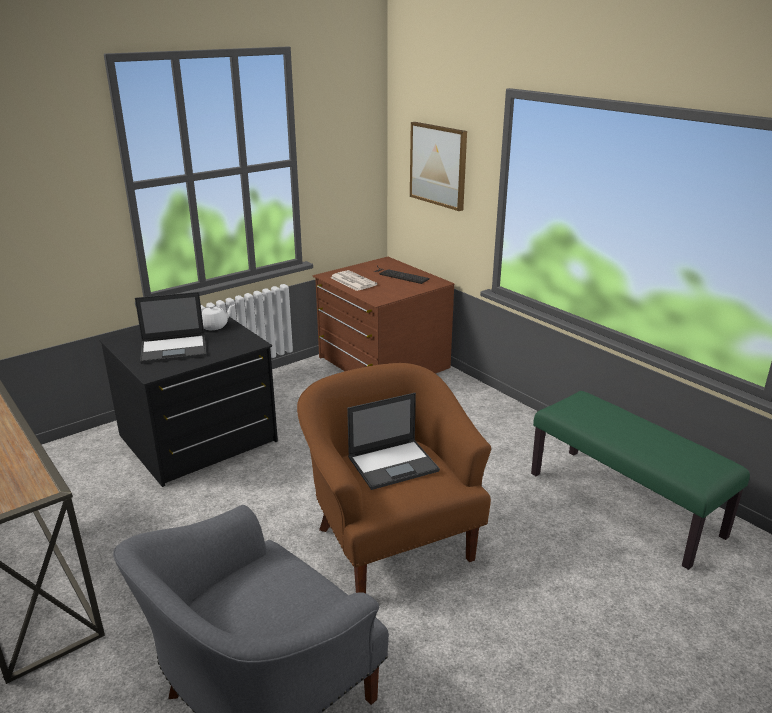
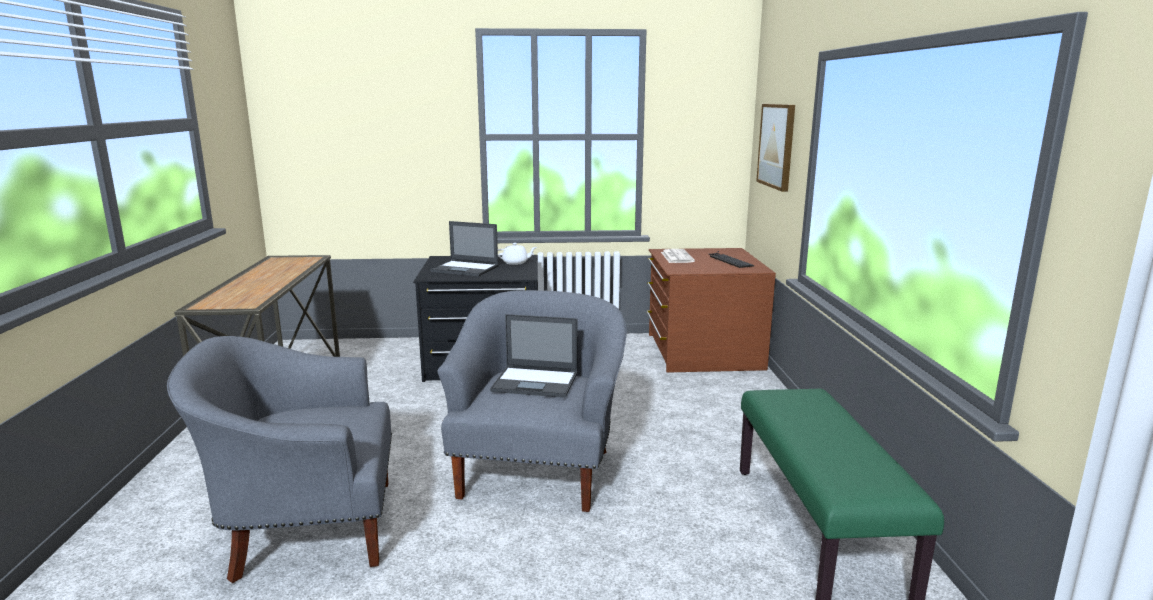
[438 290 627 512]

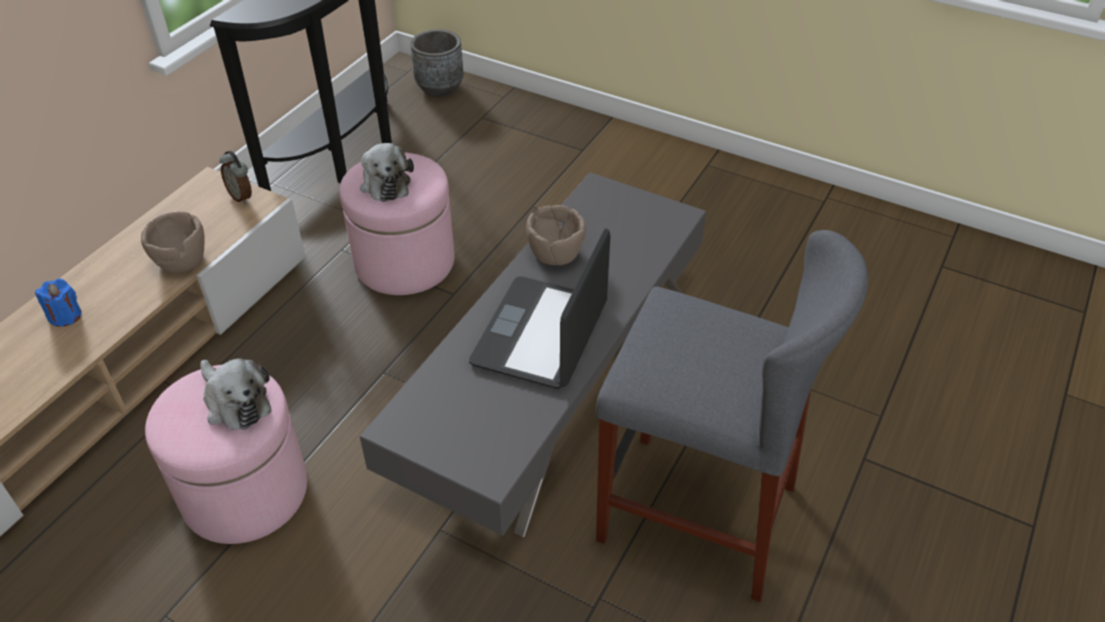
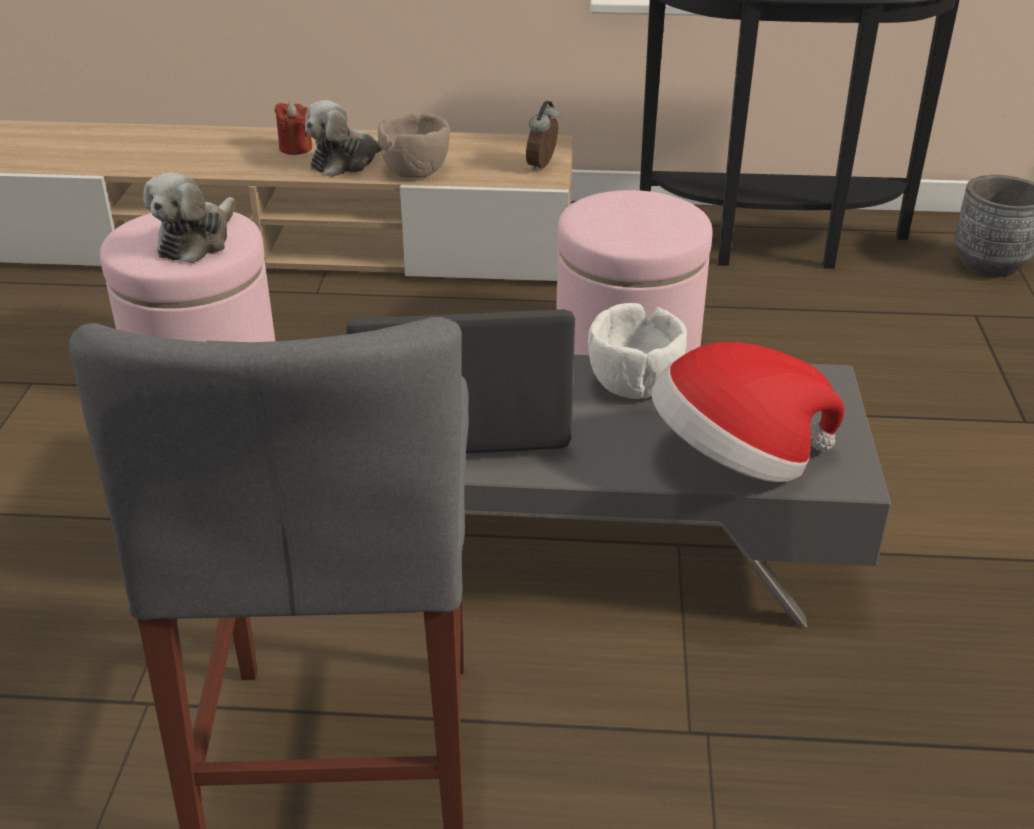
[274 102 312 155]
[305 100 382 177]
[588 303 687 399]
[652 342 844 482]

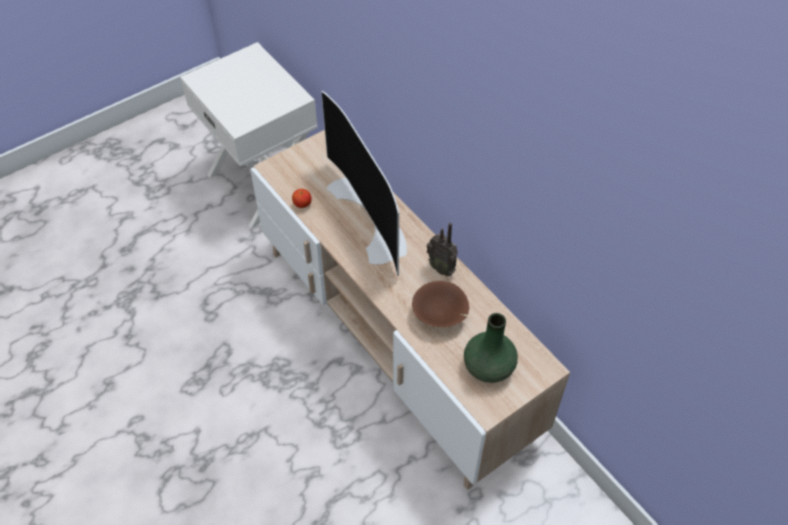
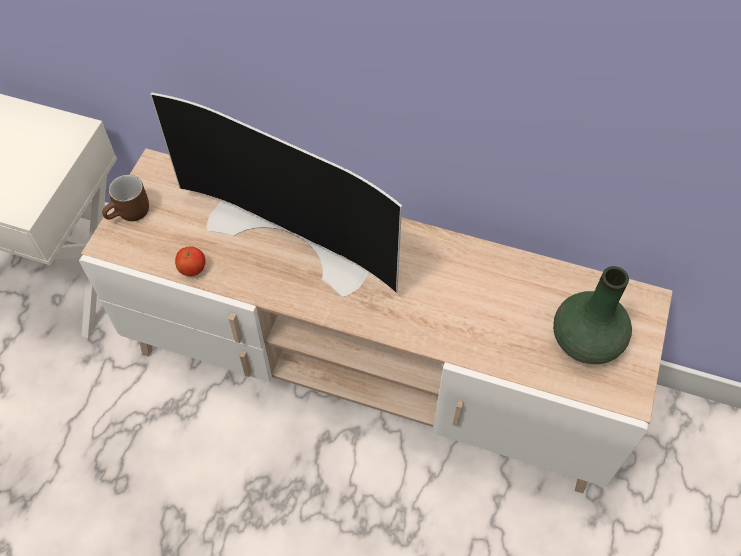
[412 281 470 327] (first image)
[427 223 458 276] (first image)
[102 175 149 221]

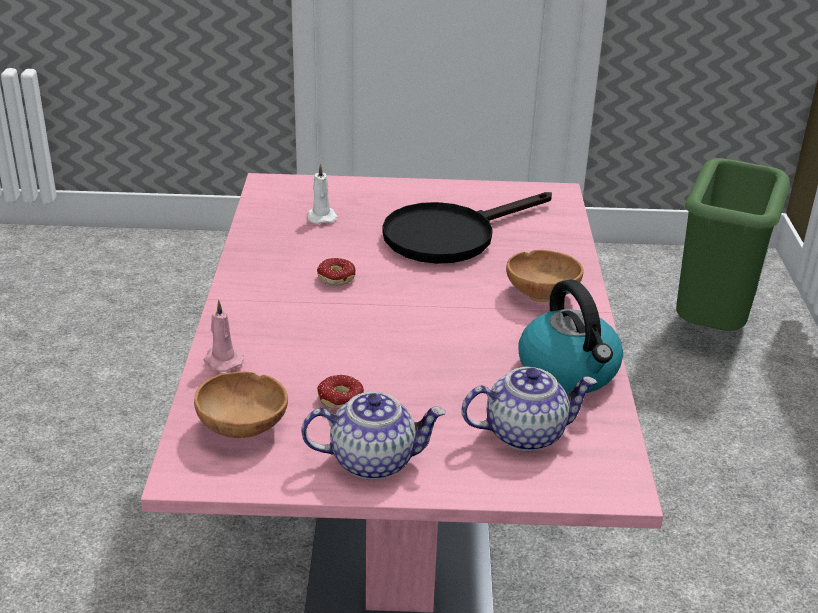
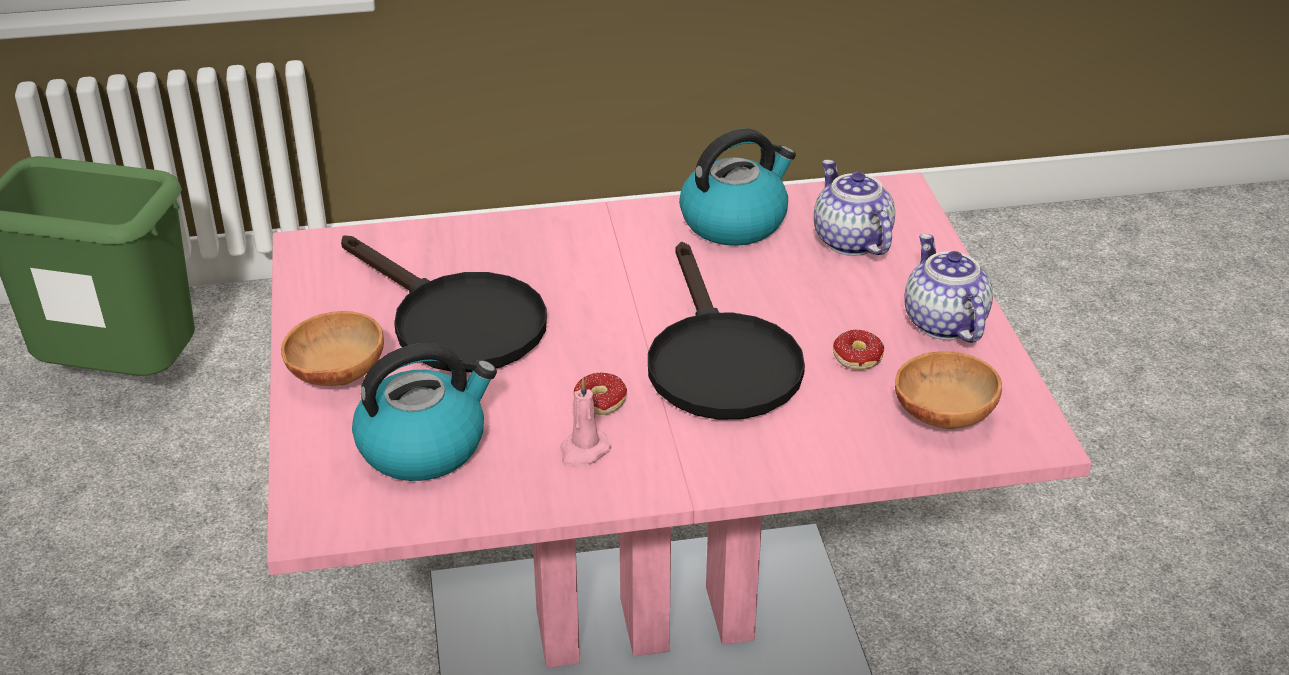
[560 378 612 468]
[352 343 497 481]
[281 311 384 386]
[648 242 805 420]

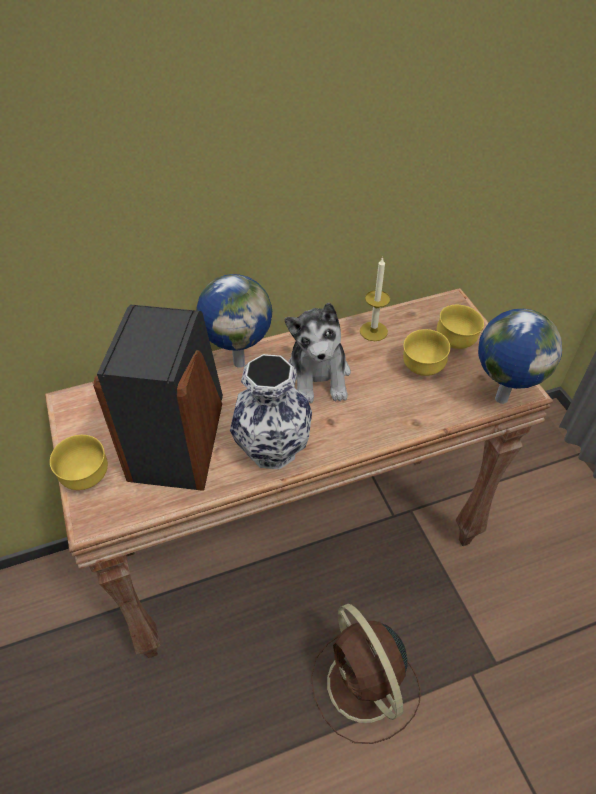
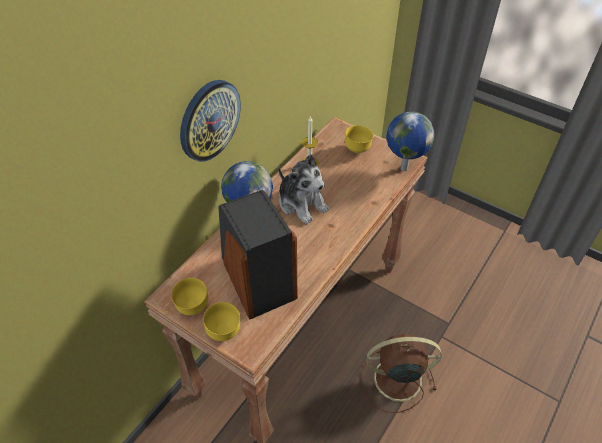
[230 354 312 469] (first image)
[362 334 442 413]
[171 278 208 315]
[180 80 241 162]

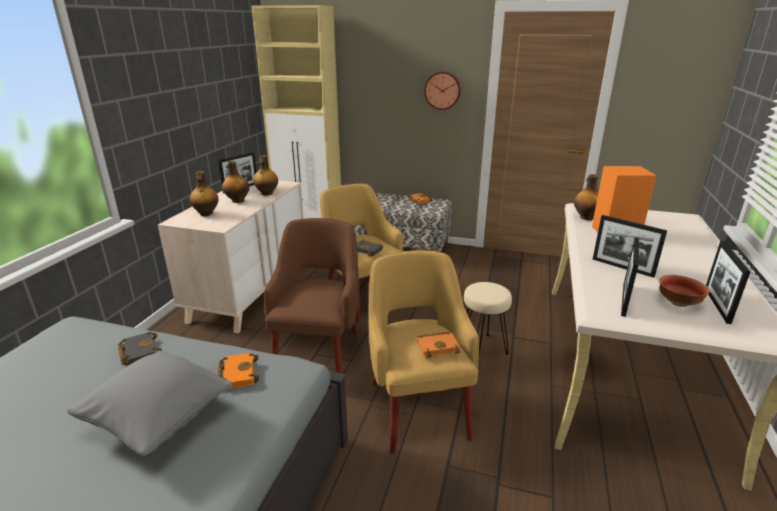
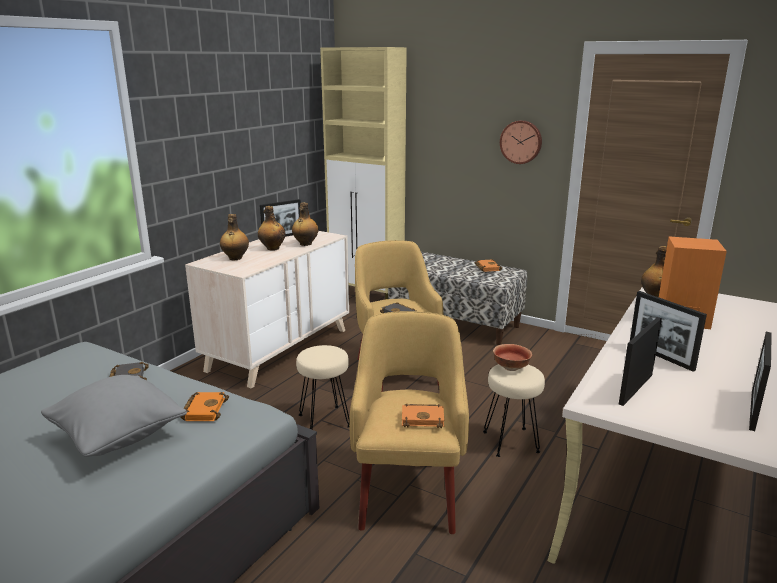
[296 345 350 430]
[493 344 532 371]

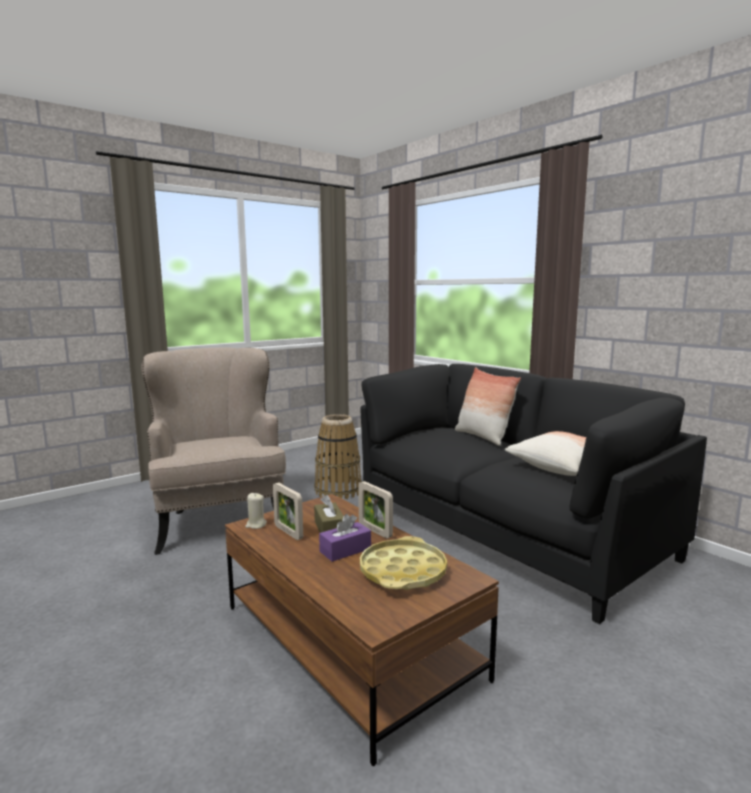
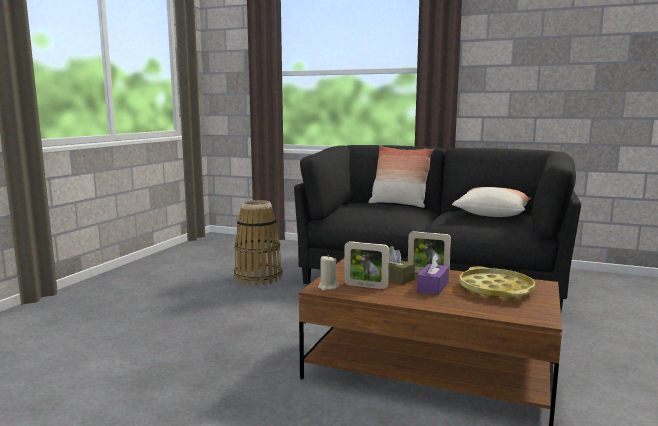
[142 348 286 555] (first image)

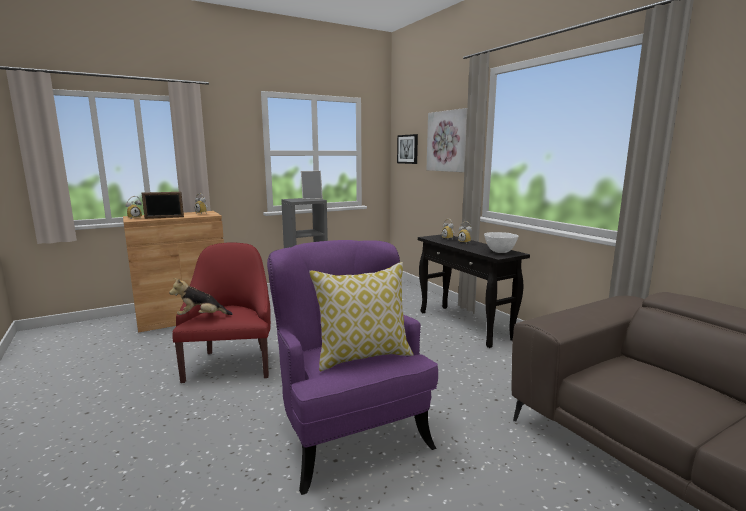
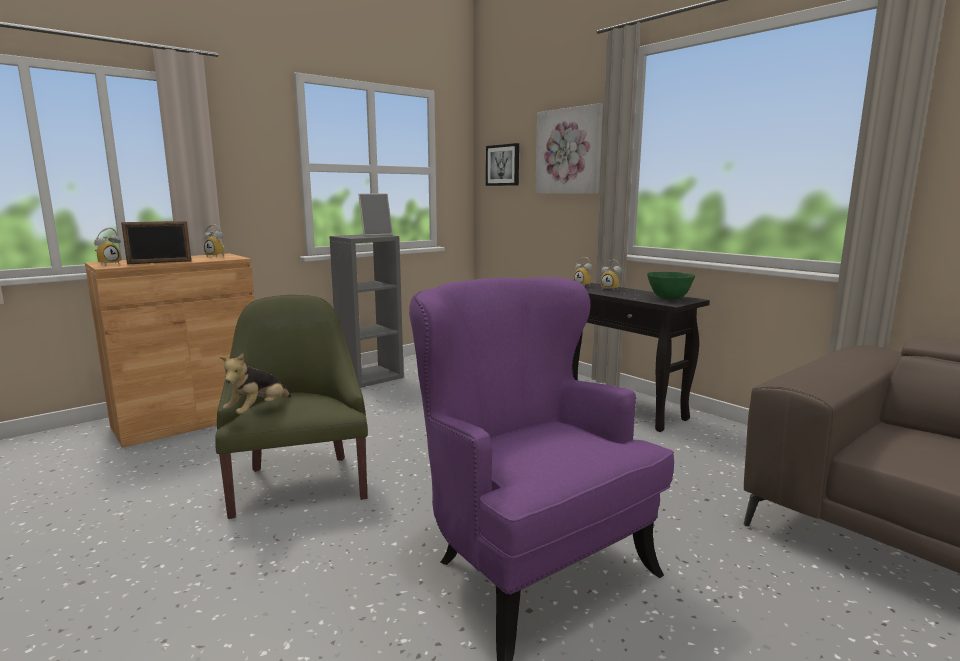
[220 354 291 414]
[215 295 368 519]
[309 262 414 371] (first image)
[647 272 695 300]

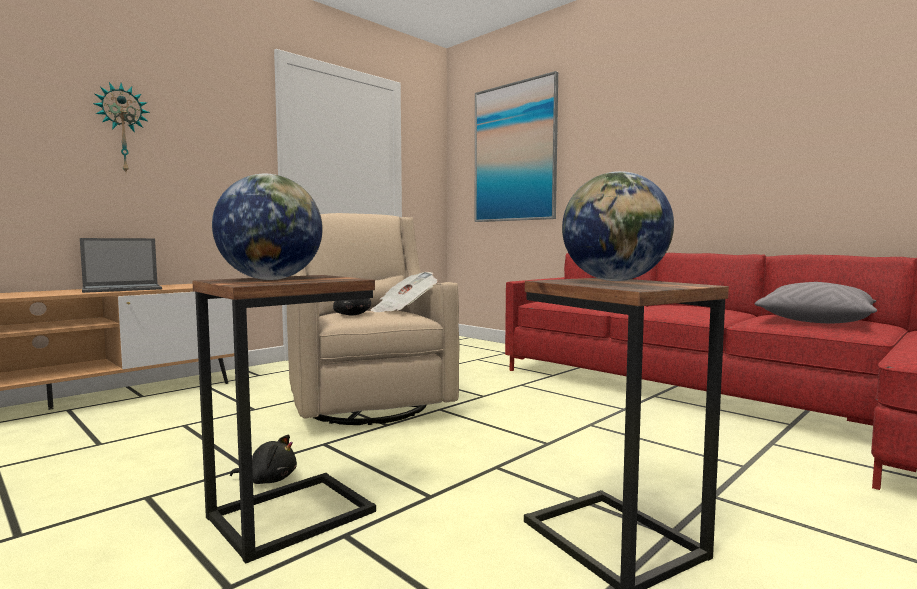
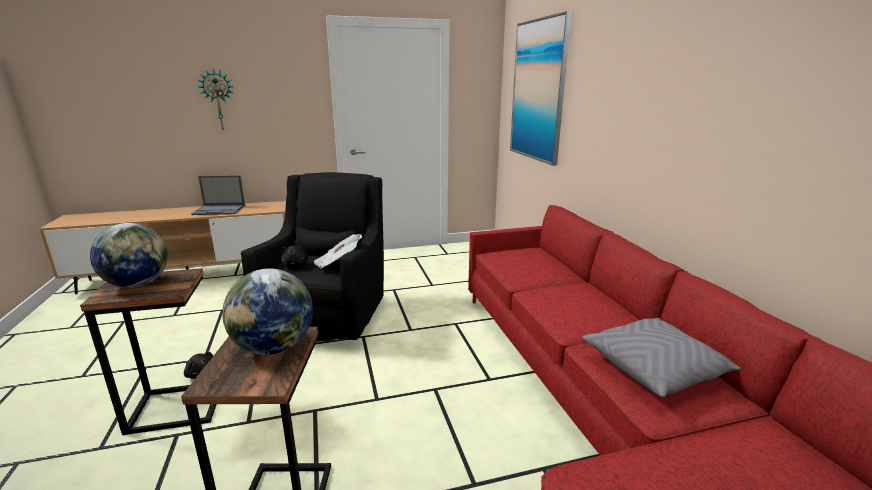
[241 172 384 342]

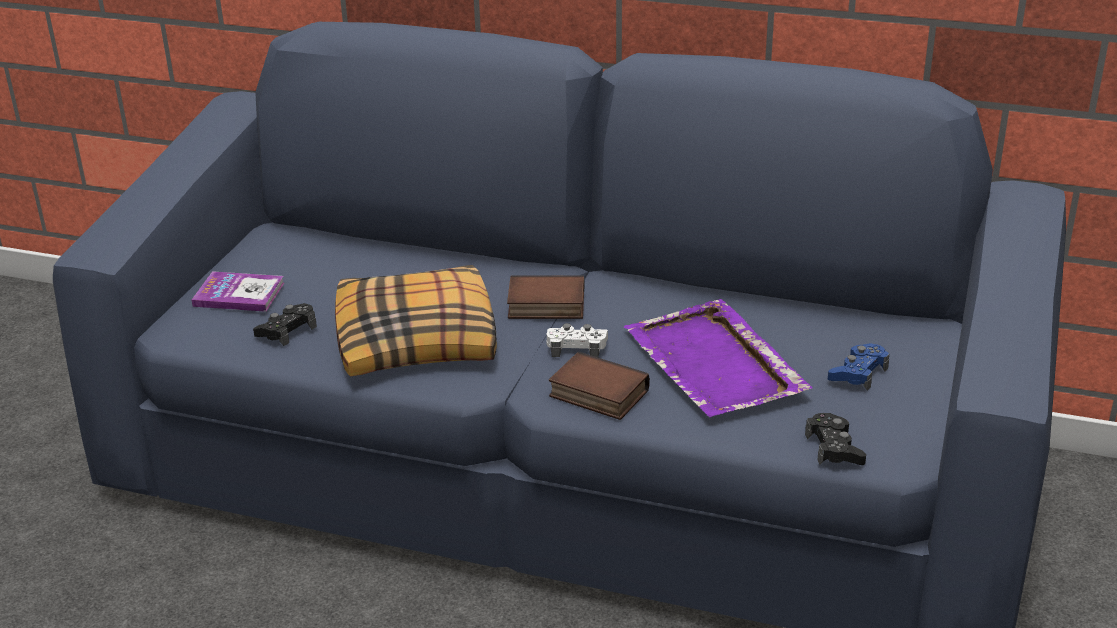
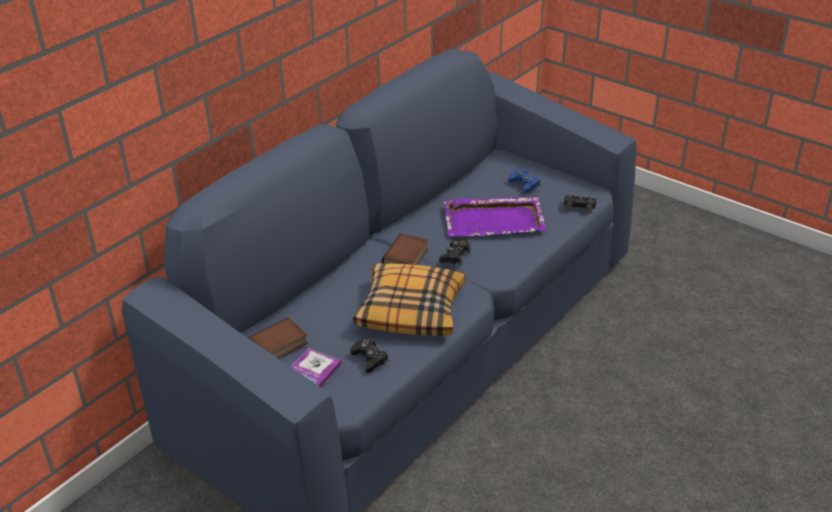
[439 239 471 266]
[247 317 308 359]

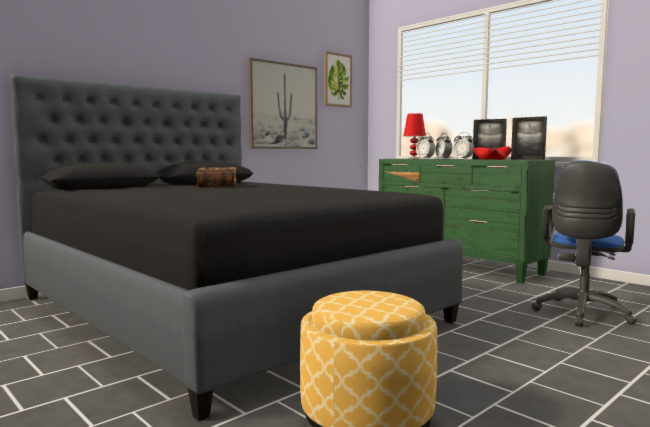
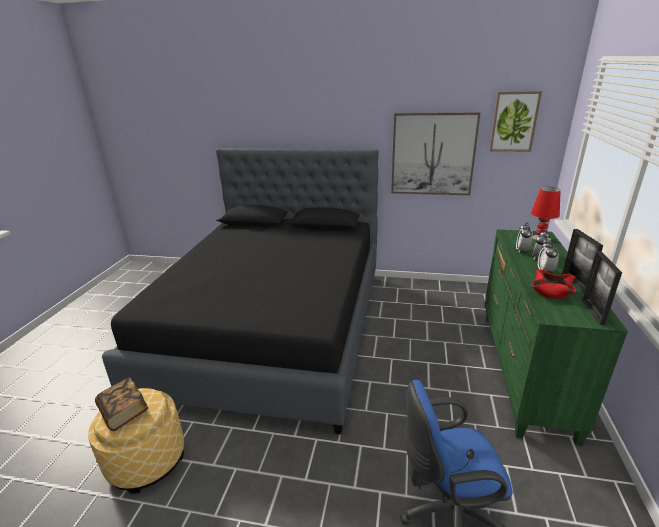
[95 377 148 431]

